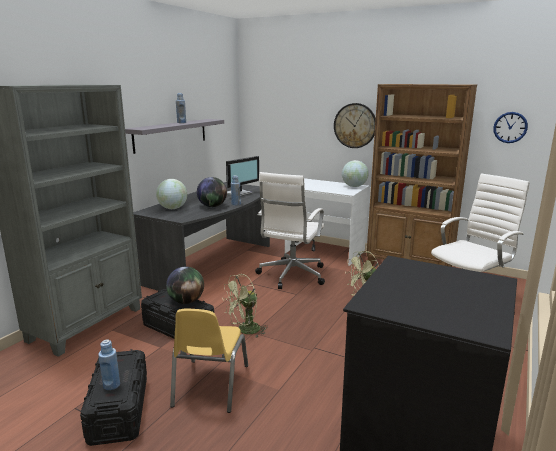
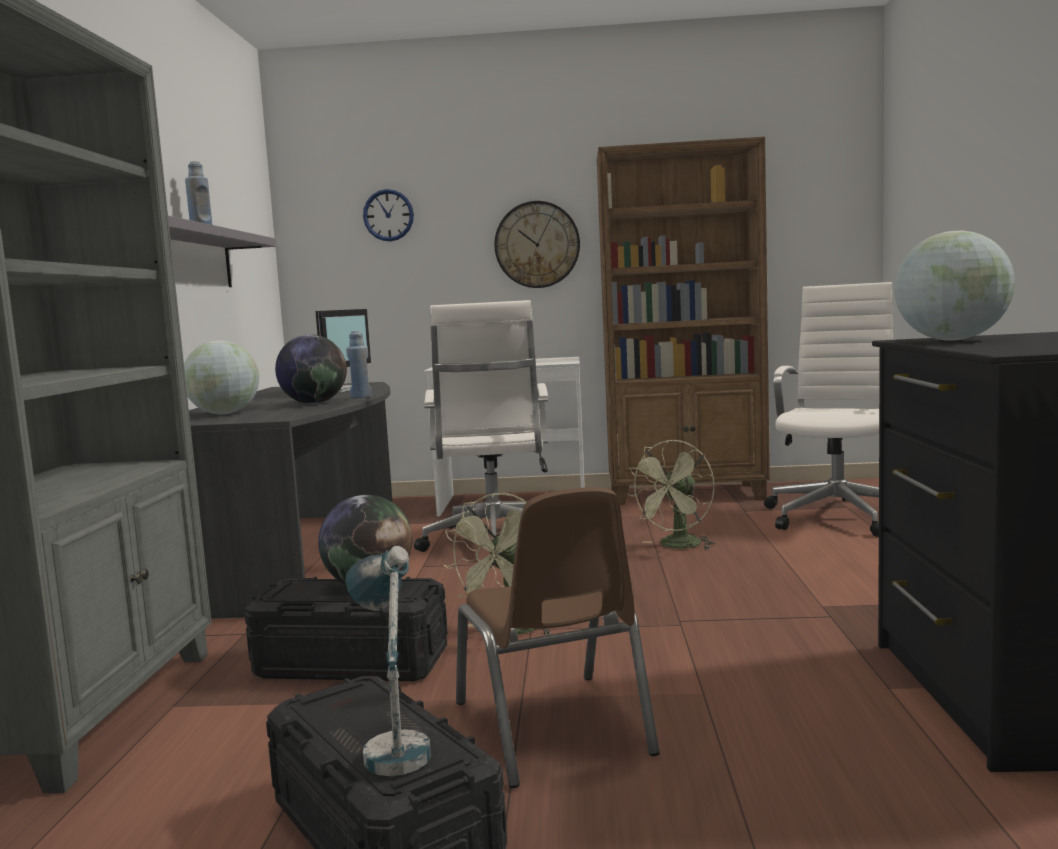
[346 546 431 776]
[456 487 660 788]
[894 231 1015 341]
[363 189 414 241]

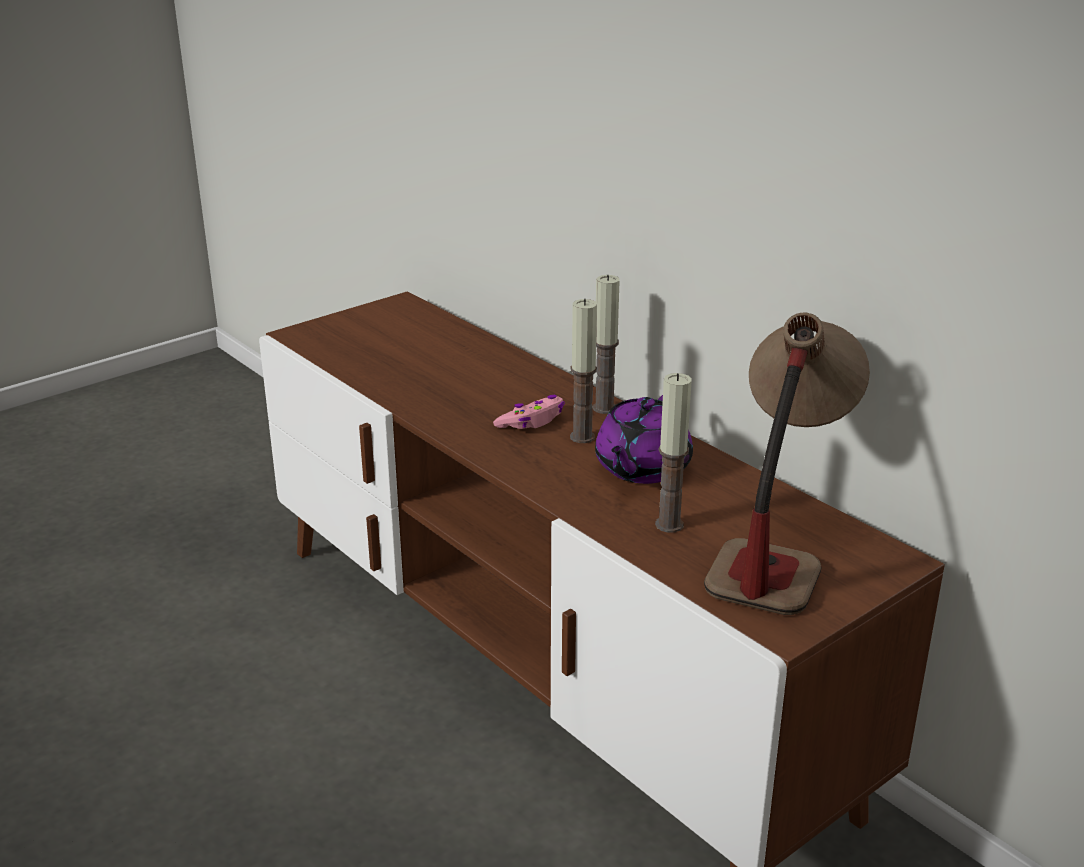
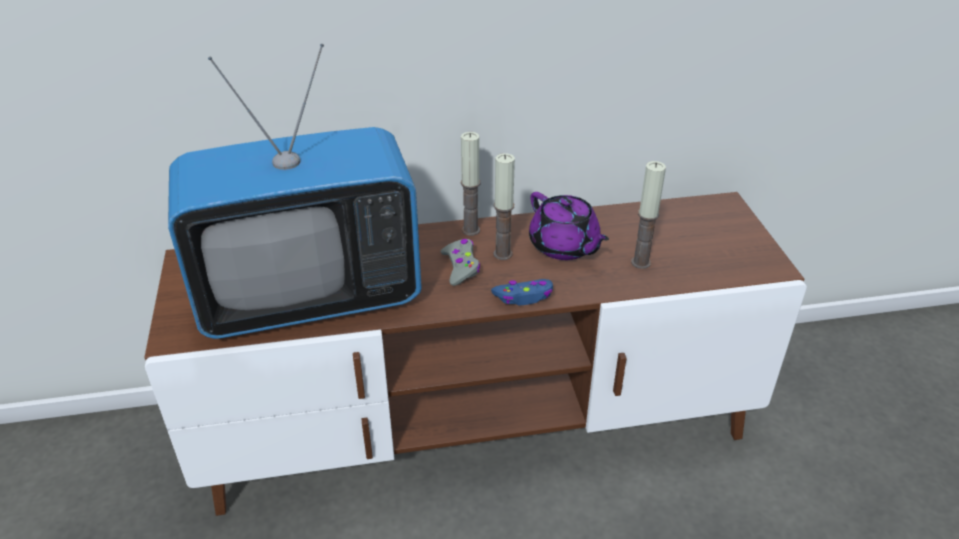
[441 239 480 286]
[704 312 870 615] (first image)
[168 44 422 339]
[491 279 553 305]

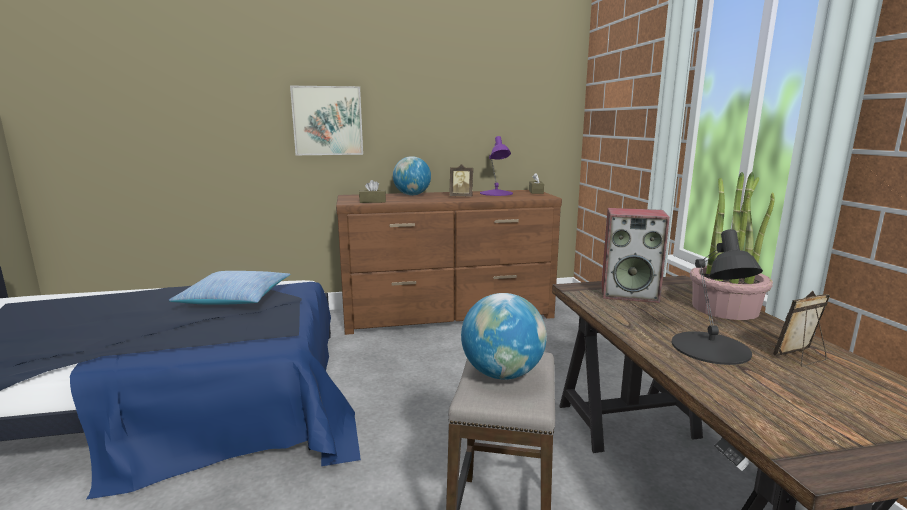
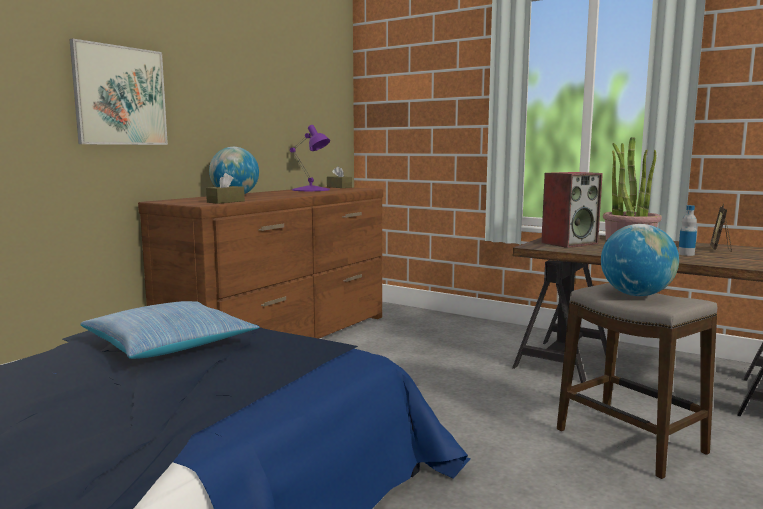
[449 164 473 197] (first image)
[678 205 697 256]

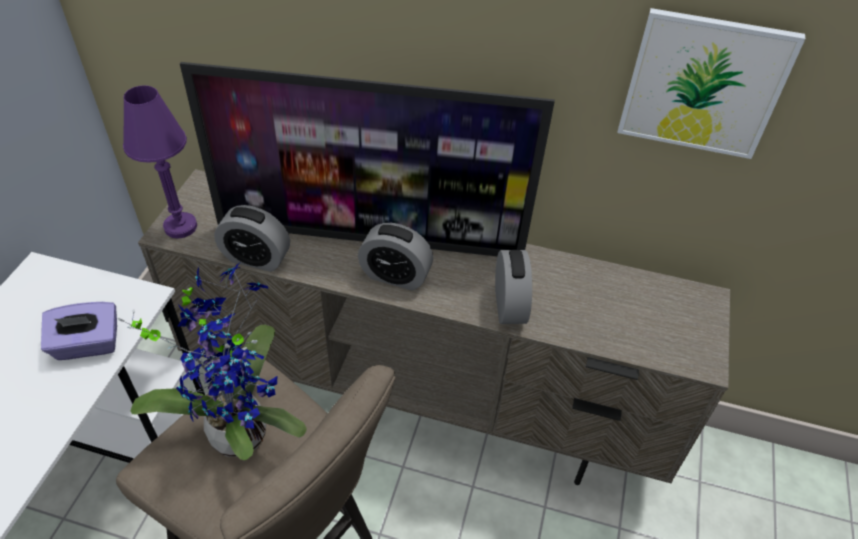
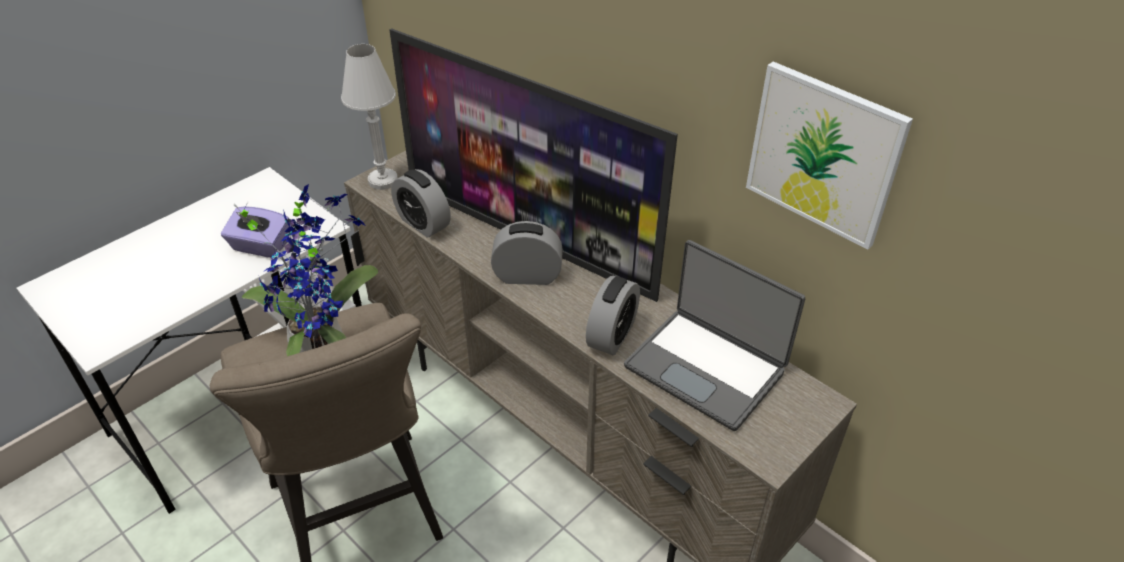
[341 44 398 190]
[491 221 563 285]
[624 240 805 431]

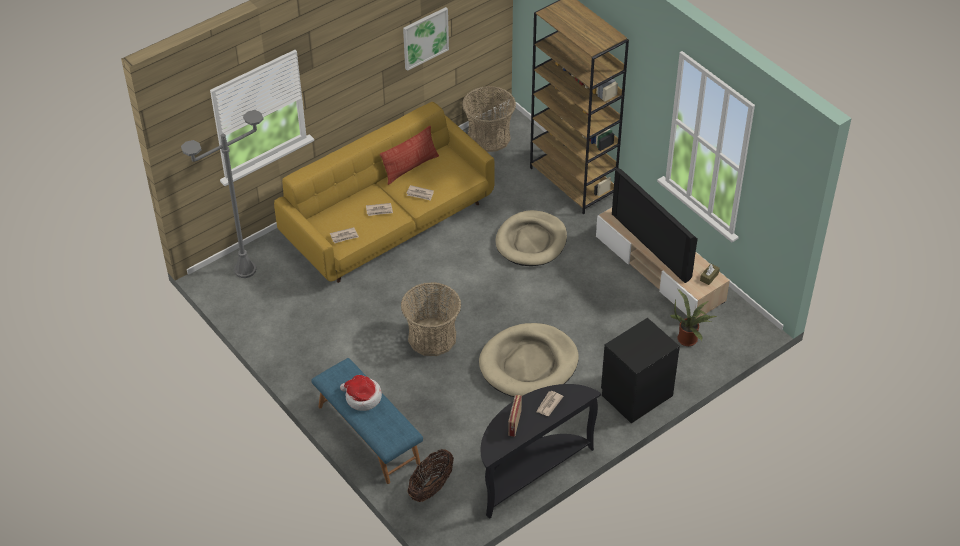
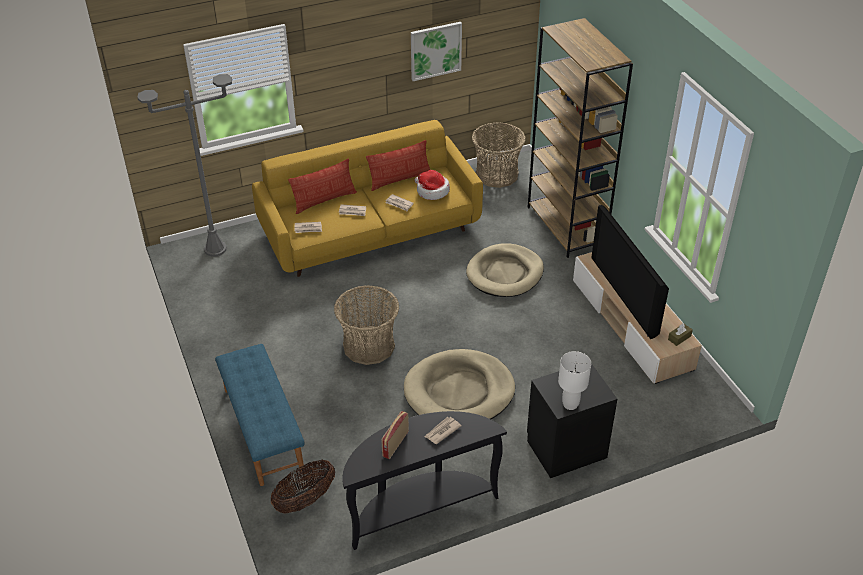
[415 170 450 200]
[670 289 717 346] (first image)
[288 158 357 214]
[558 351 591 410]

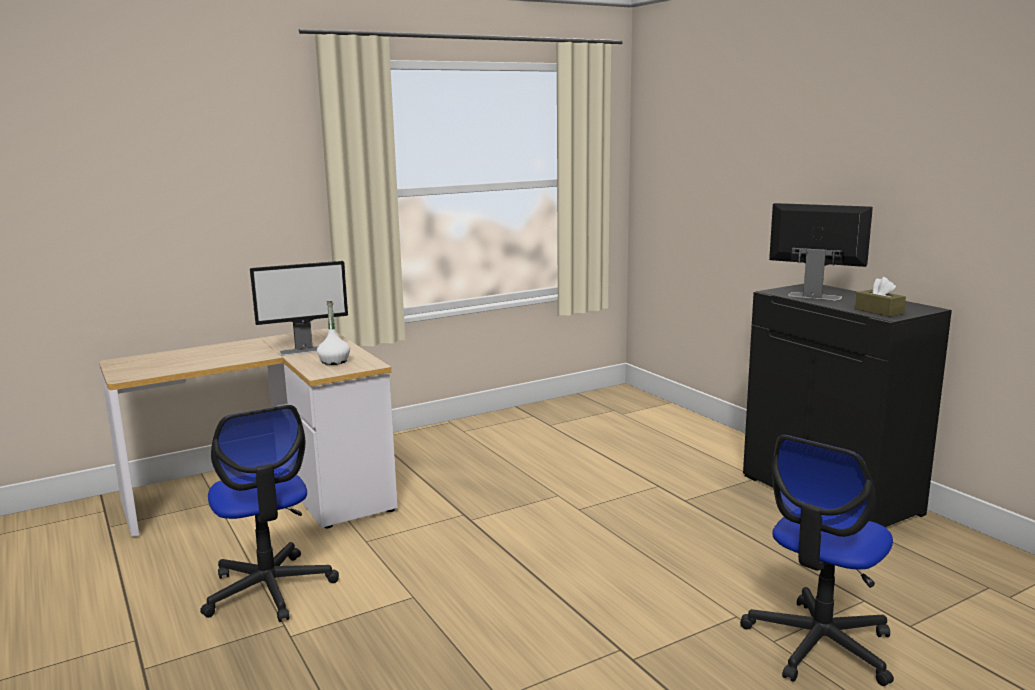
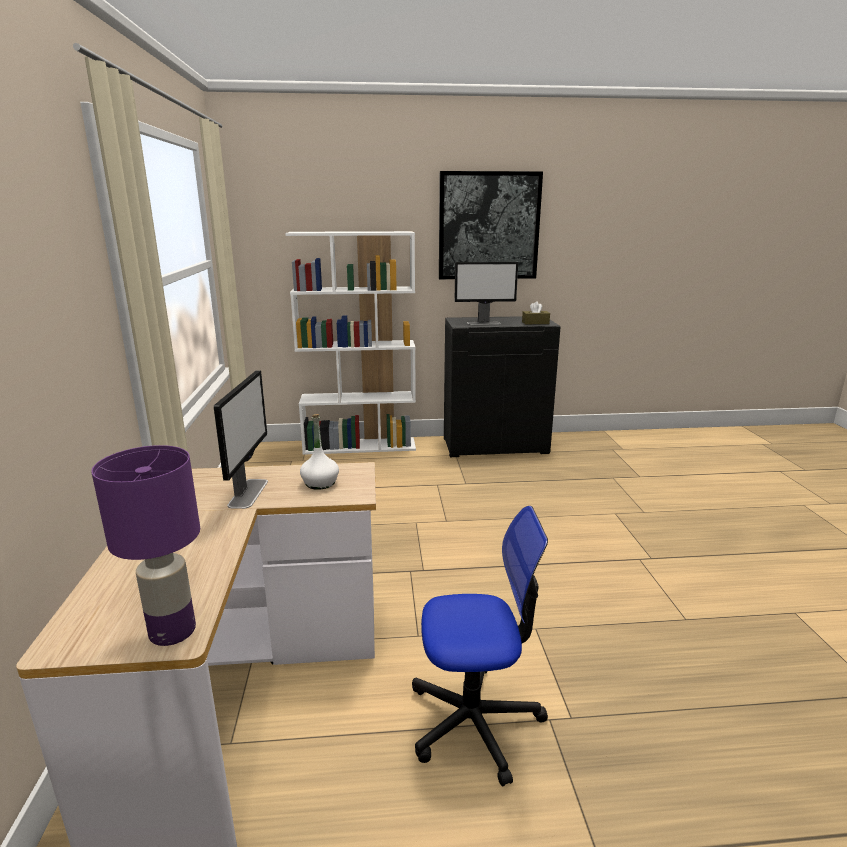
[740 435 894 686] (first image)
[455 262 518 325]
[91 445 200 646]
[285 231 416 455]
[439 171 543 279]

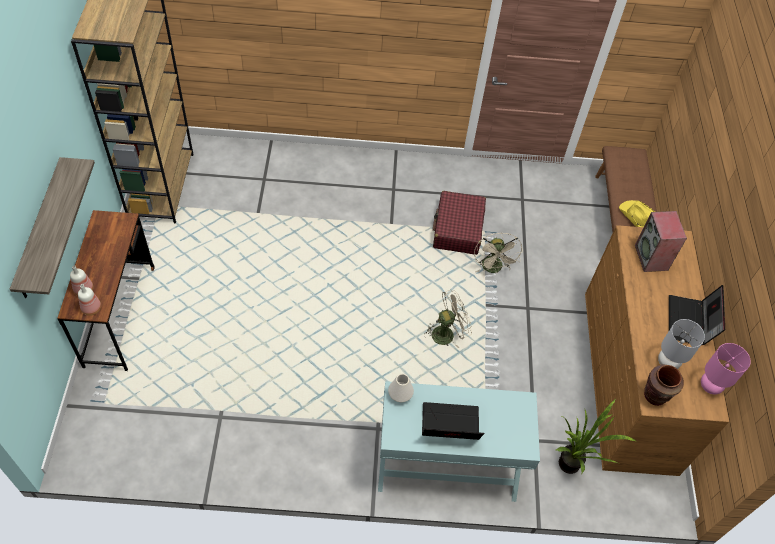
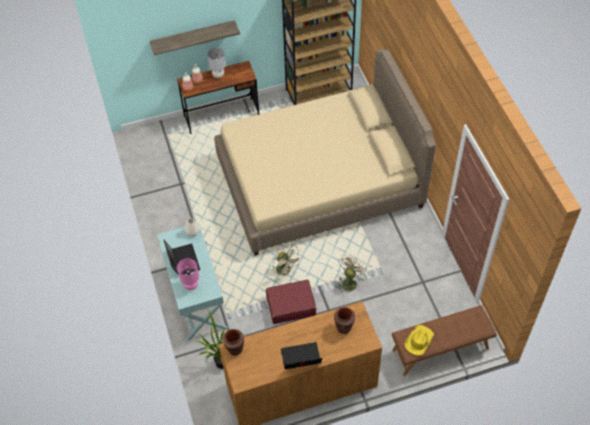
[266 280 316 324]
[337 254 370 292]
[334 307 355 334]
[207 48 225 78]
[177 258 199 290]
[214 49 436 256]

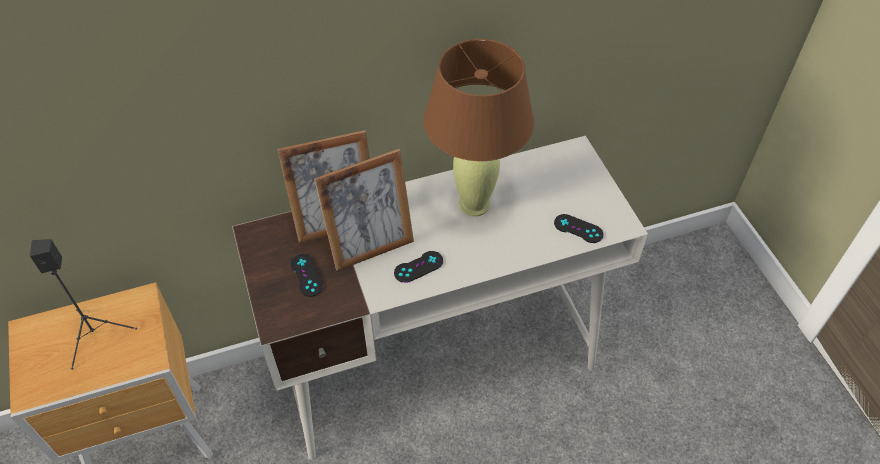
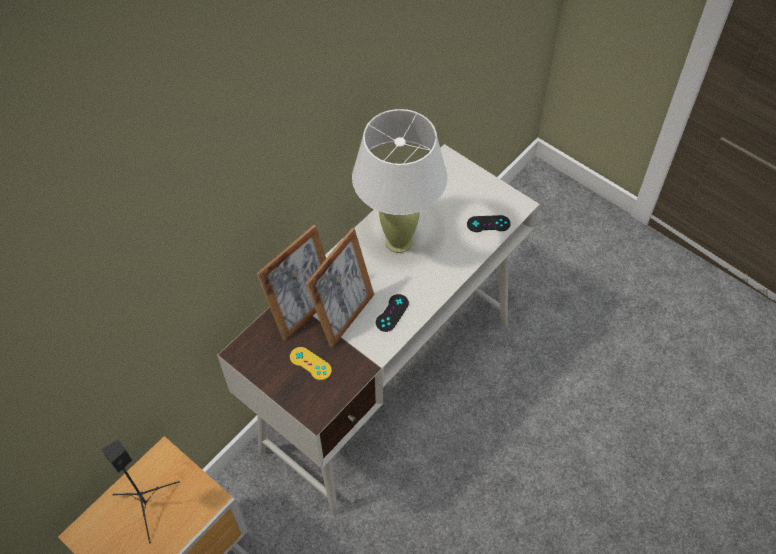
[290 347 332 380]
[352 109 448 253]

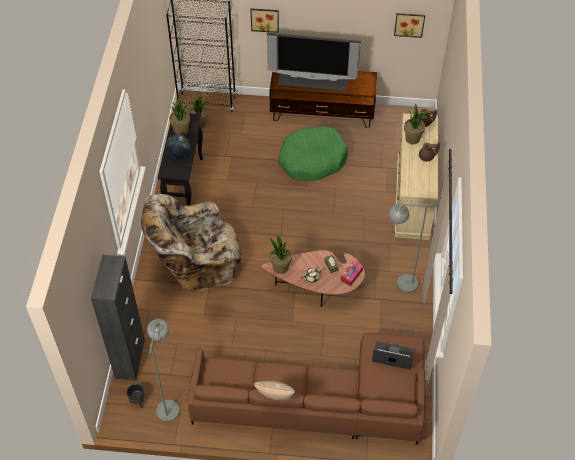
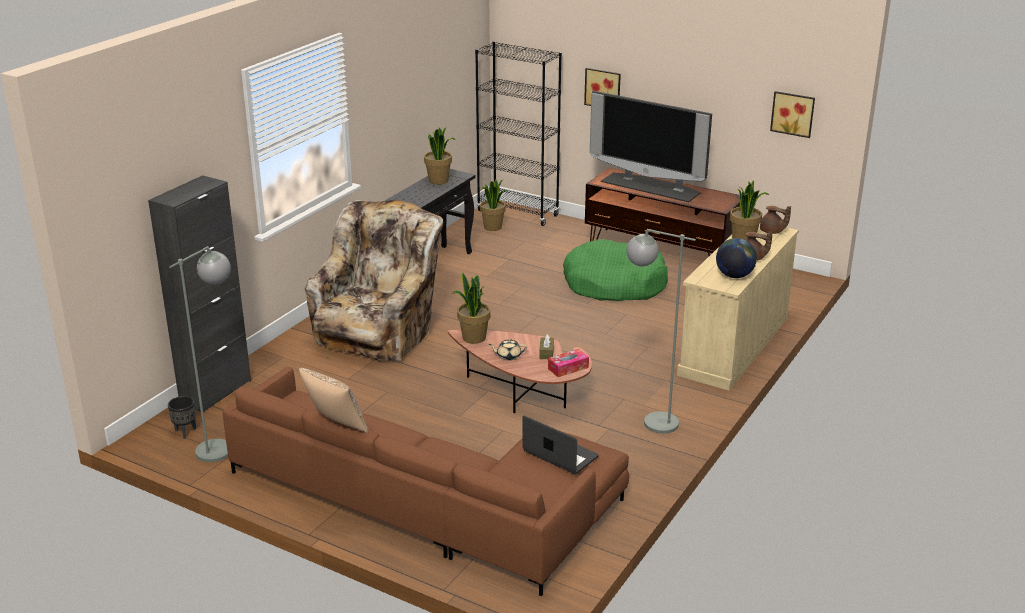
[304 200 443 362]
[716 238 757 278]

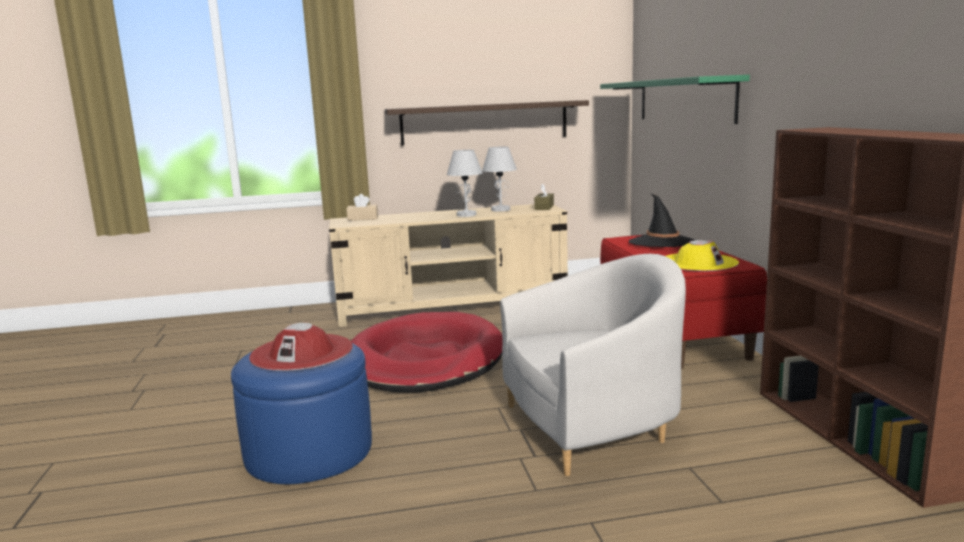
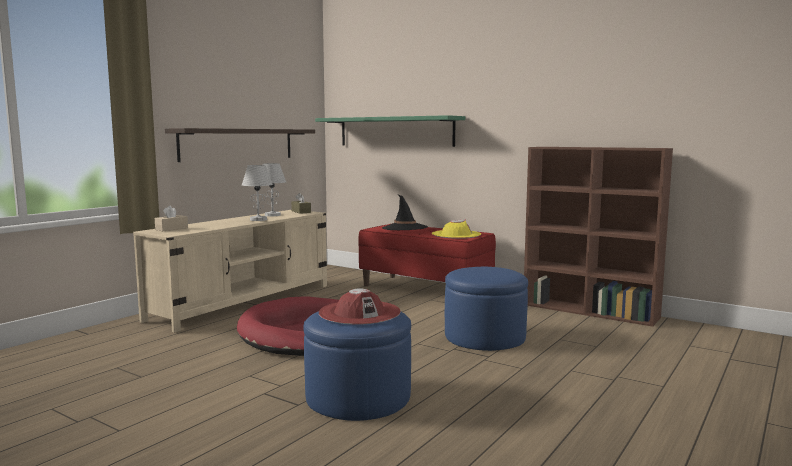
[445 267 528 351]

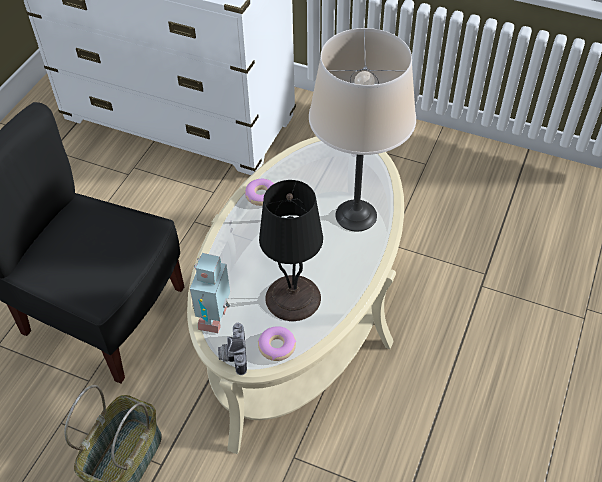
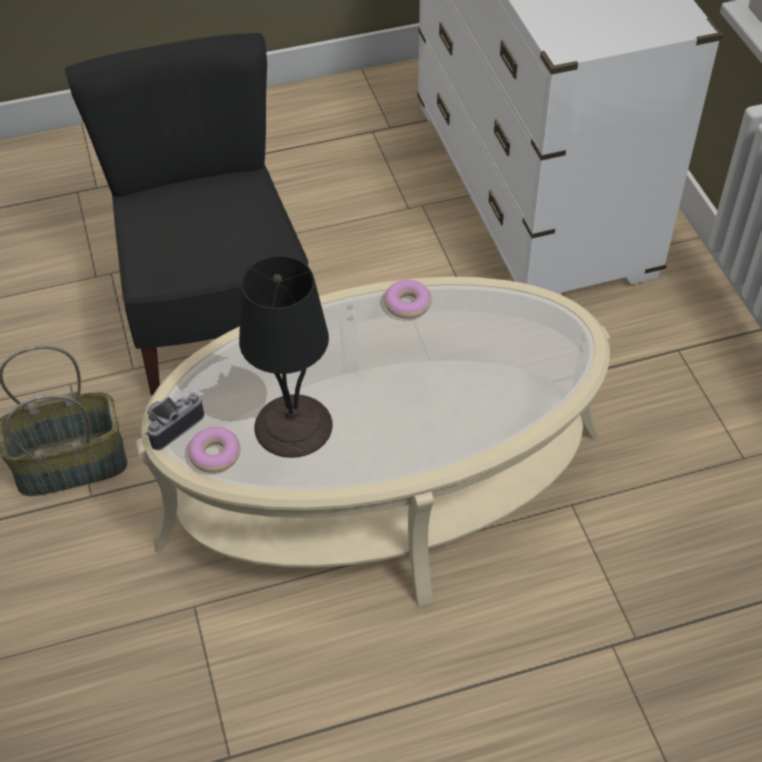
[190 253 230 333] (first image)
[309 28 416 232] (first image)

